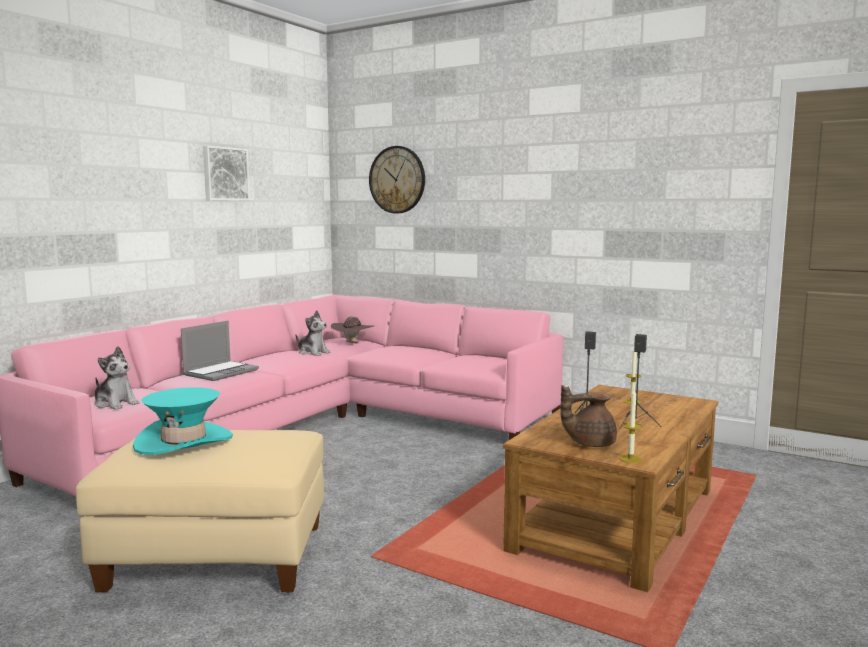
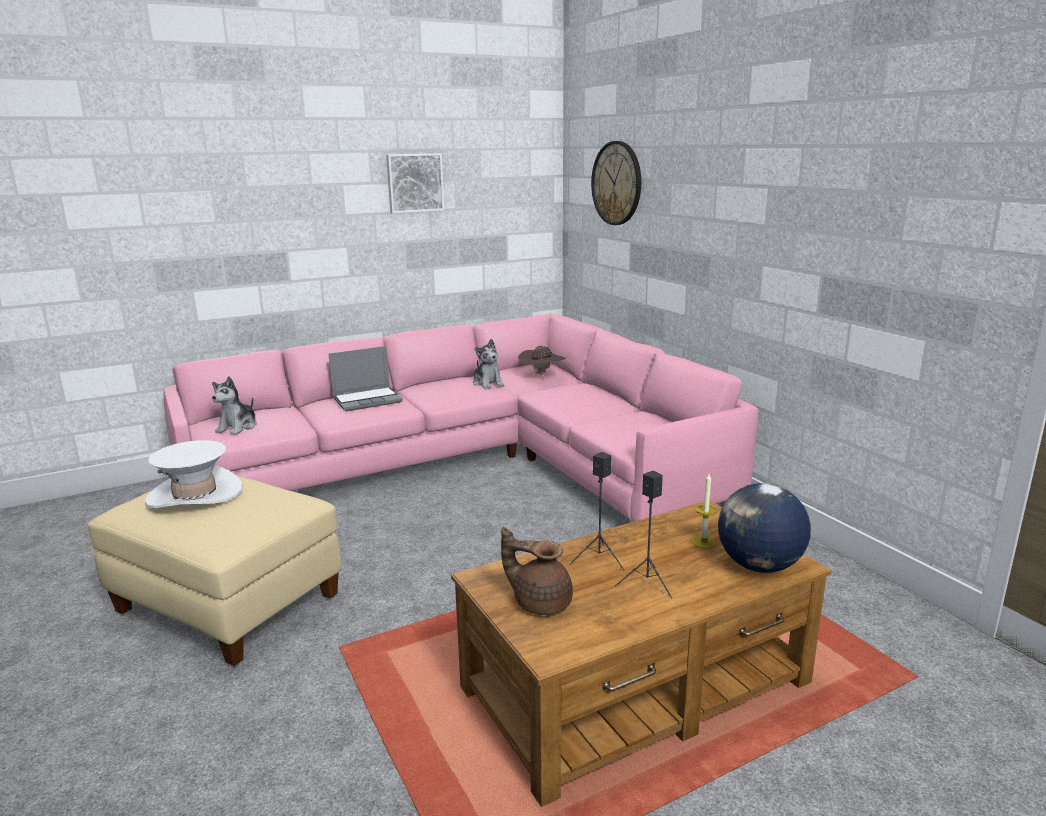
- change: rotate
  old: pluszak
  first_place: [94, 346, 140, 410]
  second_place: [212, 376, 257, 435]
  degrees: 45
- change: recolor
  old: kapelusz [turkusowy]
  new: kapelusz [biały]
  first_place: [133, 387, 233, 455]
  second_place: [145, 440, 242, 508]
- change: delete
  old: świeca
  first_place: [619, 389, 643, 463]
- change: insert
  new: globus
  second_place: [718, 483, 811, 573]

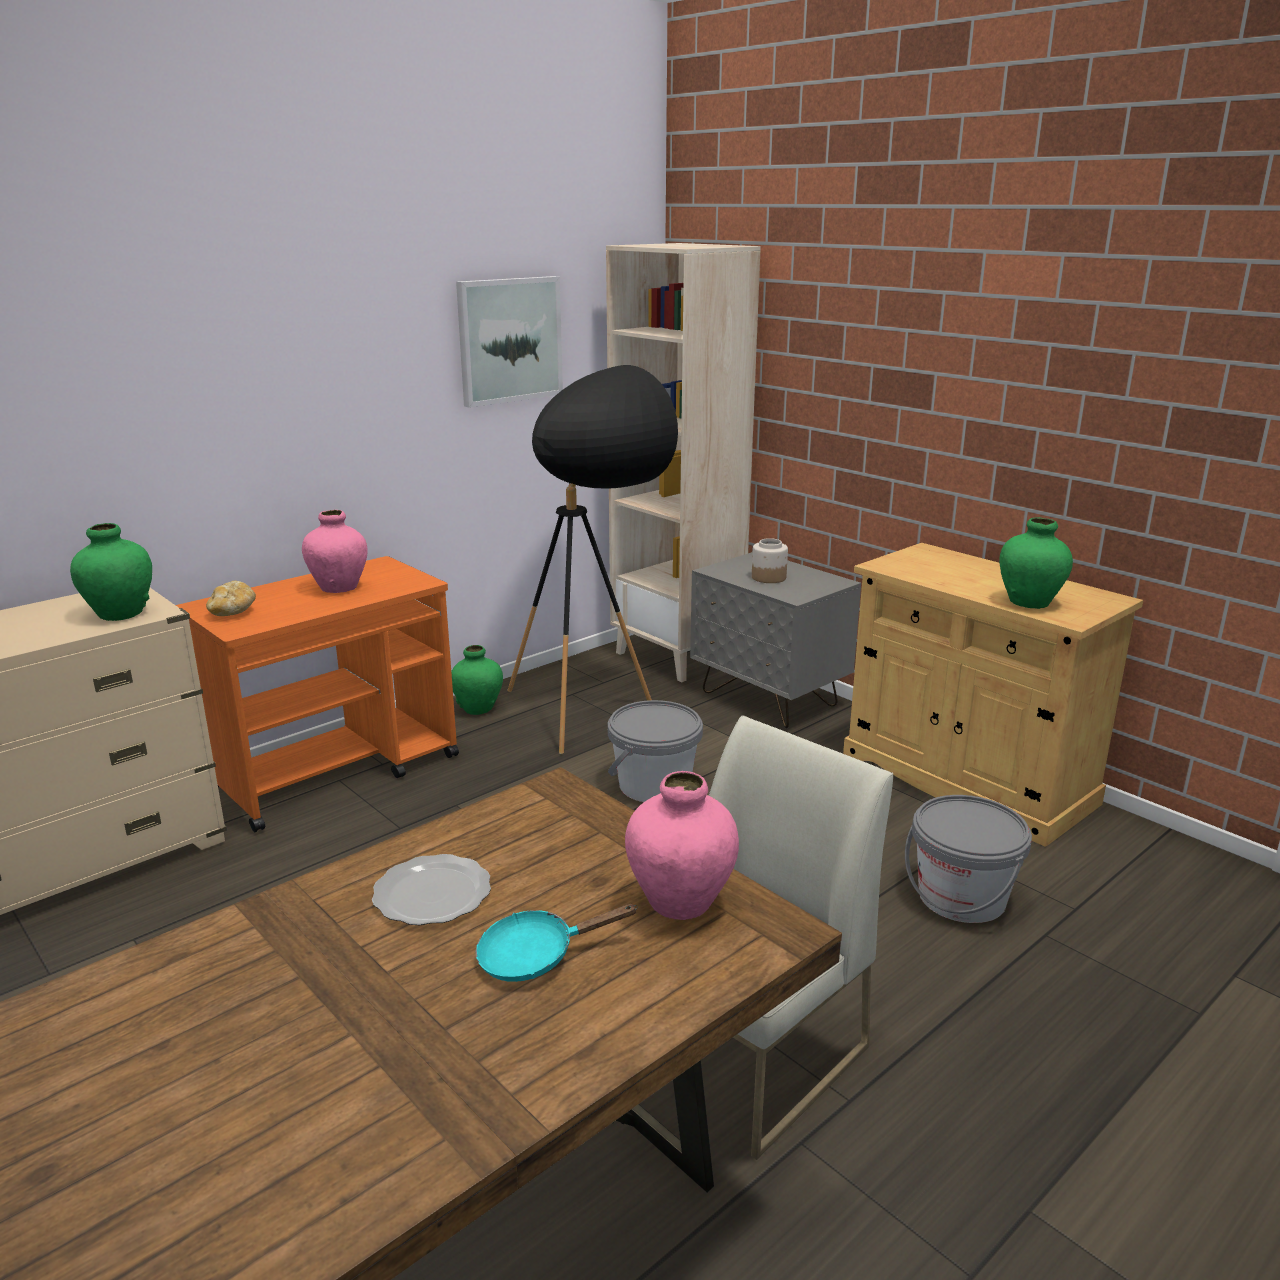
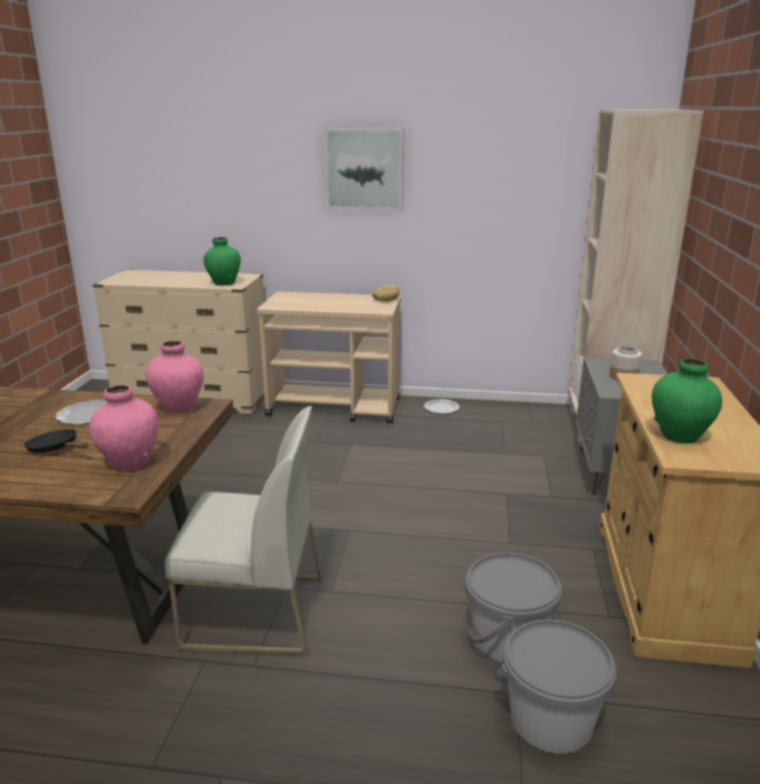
- change: recolor
  old: wózek [pomarańczowy]
  new: wózek [beżowy]
  first_place: [176, 556, 459, 832]
  second_place: [257, 291, 401, 424]
- change: move
  old: chleb
  first_place: [206, 581, 256, 616]
  second_place: [372, 285, 399, 301]
- change: move
  old: wazon [różowy]
  first_place: [302, 510, 368, 593]
  second_place: [146, 340, 204, 413]
- change: replace
  old: wazon [zielony]
  new: talerz
  first_place: [451, 645, 503, 715]
  second_place: [424, 399, 460, 414]
- change: move
  old: obraz
  first_place: [456, 276, 563, 408]
  second_place: [324, 128, 404, 211]
- change: recolor
  old: patelnia [turkusowy]
  new: patelnia [czarny]
  first_place: [475, 904, 638, 982]
  second_place: [24, 429, 88, 453]
- change: delete
  old: lampa stojąca [czarny]
  first_place: [507, 365, 678, 754]
- change: move
  old: wiadro [szary]
  first_place: [608, 700, 703, 802]
  second_place: [495, 620, 616, 753]

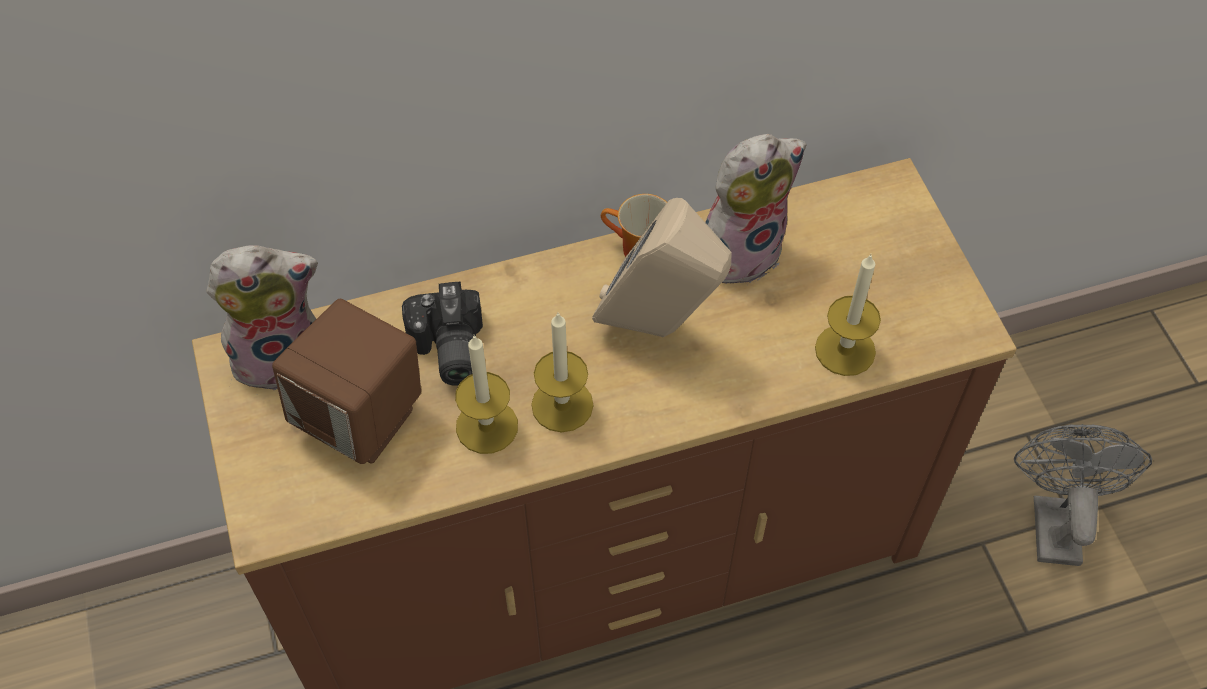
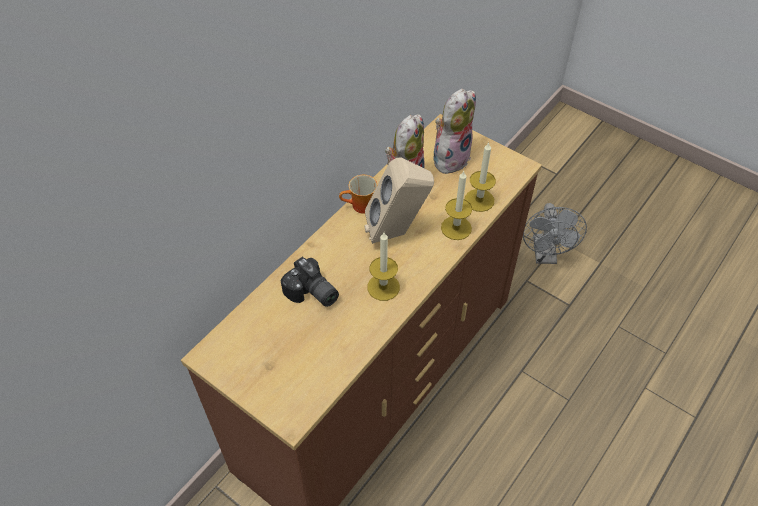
- change: move
  old: pluszak
  first_place: [206, 245, 318, 396]
  second_place: [434, 89, 476, 174]
- change: delete
  old: głośnik [brązowy]
  first_place: [272, 299, 421, 464]
- change: move
  old: świeca
  first_place: [455, 335, 518, 454]
  second_place: [441, 170, 472, 240]
- change: rotate
  old: wentylator [szary]
  first_place: [1014, 424, 1152, 566]
  second_place: [523, 203, 587, 264]
  degrees: -150

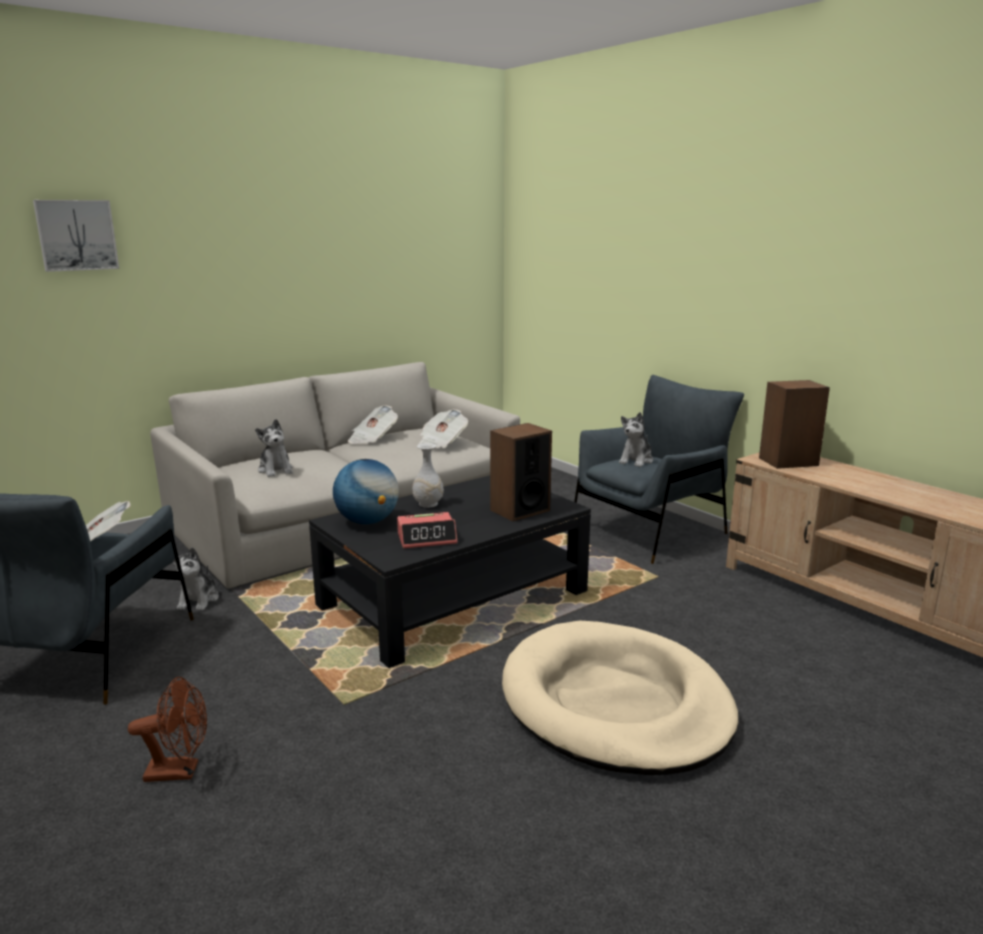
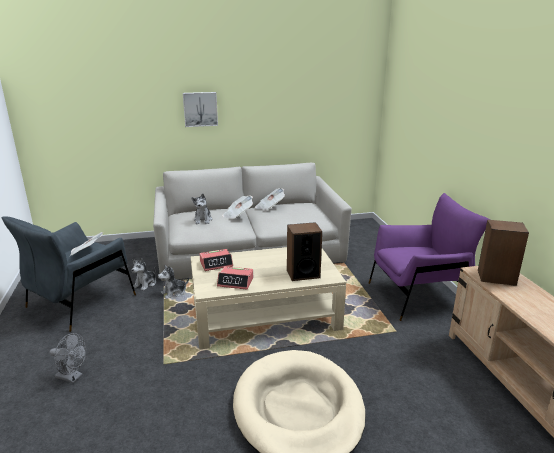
- change: move
  old: obraz
  first_place: [33, 200, 119, 272]
  second_place: [183, 92, 218, 127]
- change: recolor
  old: wentylator [brązowy]
  new: wentylator [szary]
  first_place: [128, 677, 207, 782]
  second_place: [49, 333, 86, 383]
- change: recolor
  old: ława [czarny]
  new: ława [beżowy]
  first_place: [309, 475, 591, 668]
  second_place: [191, 247, 346, 350]
- change: replace
  old: globus
  new: budzik
  first_place: [333, 459, 399, 524]
  second_place: [199, 249, 233, 271]
- change: delete
  old: wazon [biały]
  first_place: [412, 443, 444, 508]
- change: move
  old: gazeta
  first_place: [417, 409, 468, 448]
  second_place: [222, 195, 253, 219]
- change: recolor
  old: fotel [szary]
  new: fotel [fioletowy]
  first_place: [574, 375, 744, 564]
  second_place: [369, 193, 491, 321]
- change: move
  old: pluszak
  first_place: [619, 412, 653, 467]
  second_place: [158, 265, 189, 299]

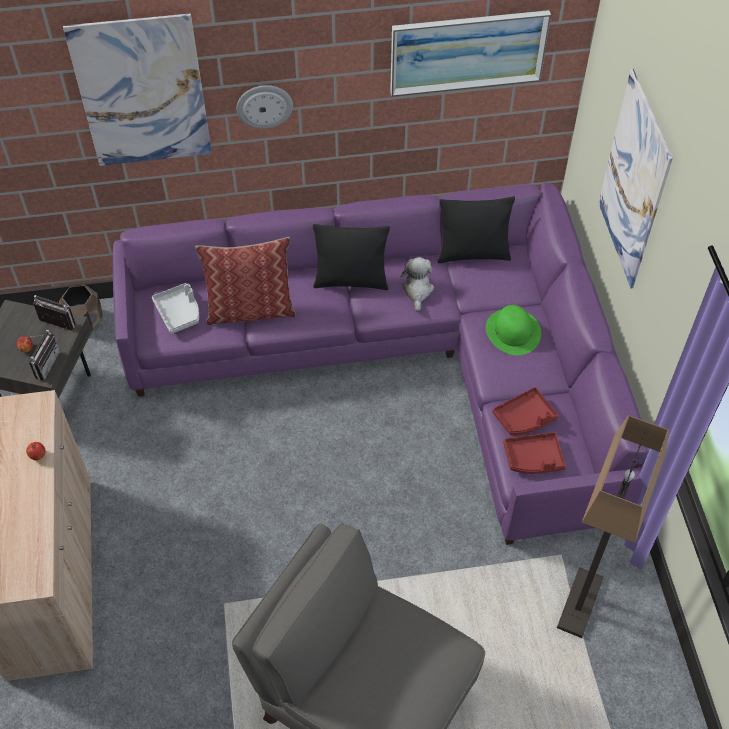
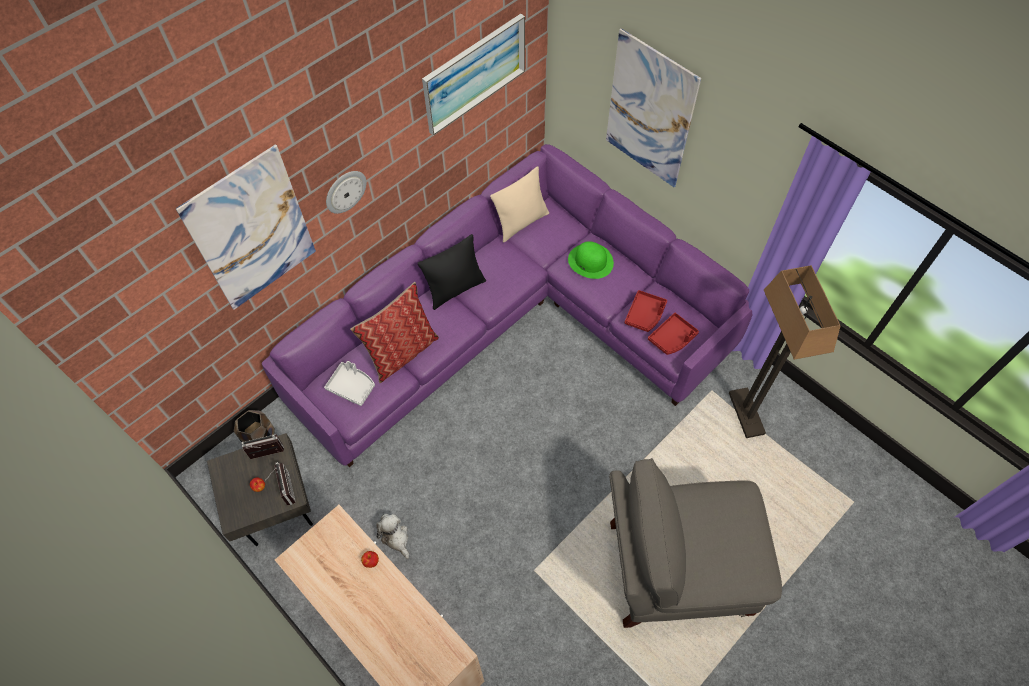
- change: move
  old: pluszak
  first_place: [400, 257, 434, 312]
  second_place: [376, 514, 409, 559]
- change: recolor
  old: poduszka [czarny]
  new: poduszka [beżowy]
  first_place: [438, 197, 515, 263]
  second_place: [490, 166, 549, 243]

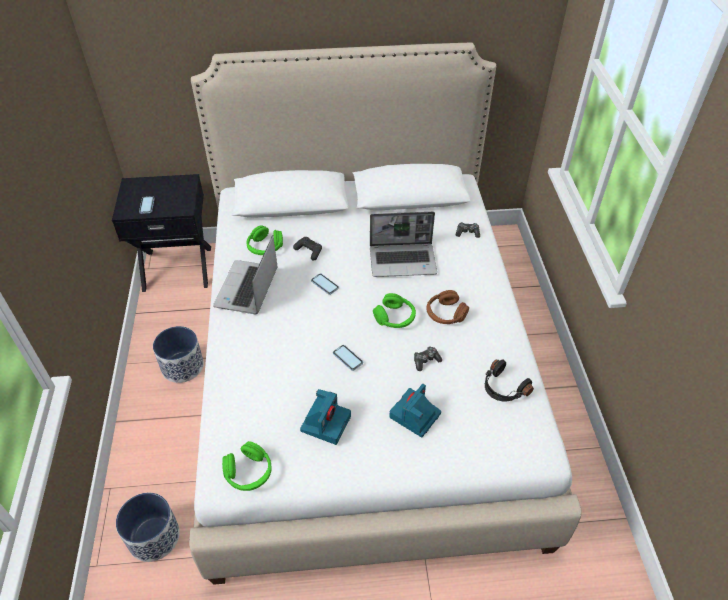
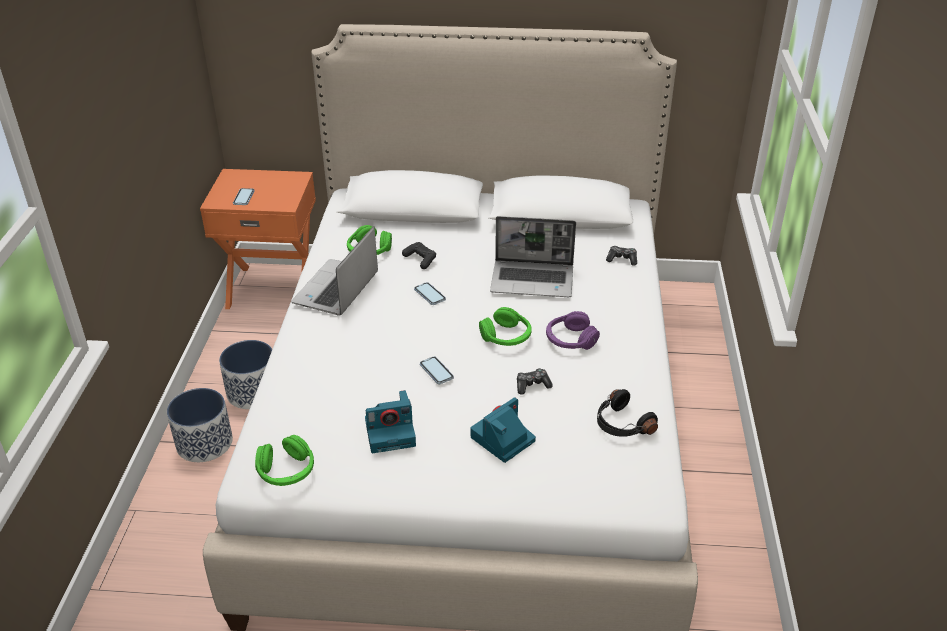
- change: recolor
  old: szafka nocna [czarny]
  new: szafka nocna [pomarańczowy]
  first_place: [112, 174, 211, 292]
  second_place: [200, 169, 316, 309]
- change: move
  old: donica
  first_place: [116, 493, 180, 562]
  second_place: [167, 388, 233, 462]
- change: rotate
  old: aparat fotograficzny
  first_place: [300, 389, 351, 445]
  second_place: [365, 390, 416, 453]
  degrees: 45
- change: recolor
  old: słuchawki [brązowy]
  new: słuchawki [fioletowy]
  first_place: [426, 290, 469, 324]
  second_place: [546, 311, 600, 350]

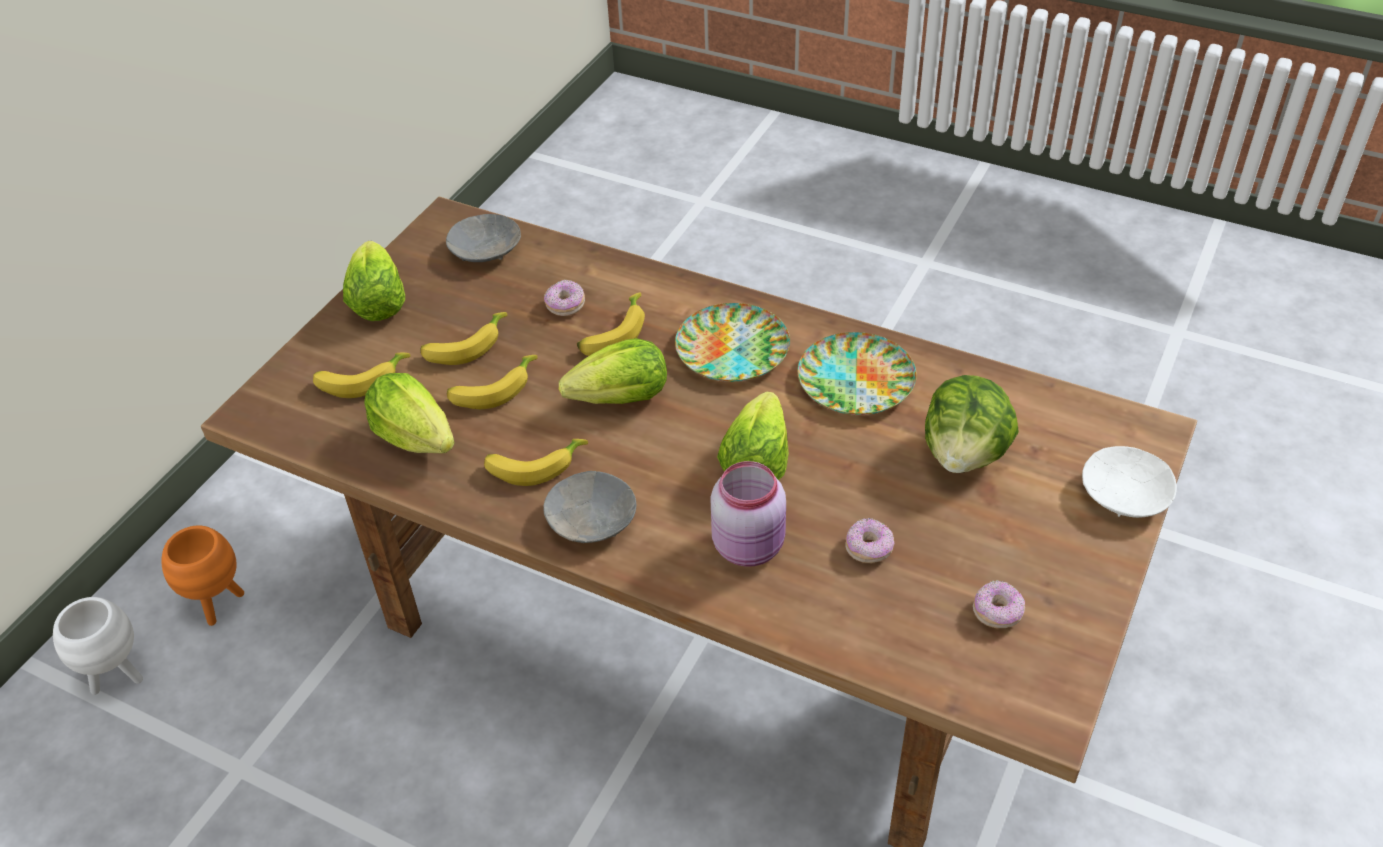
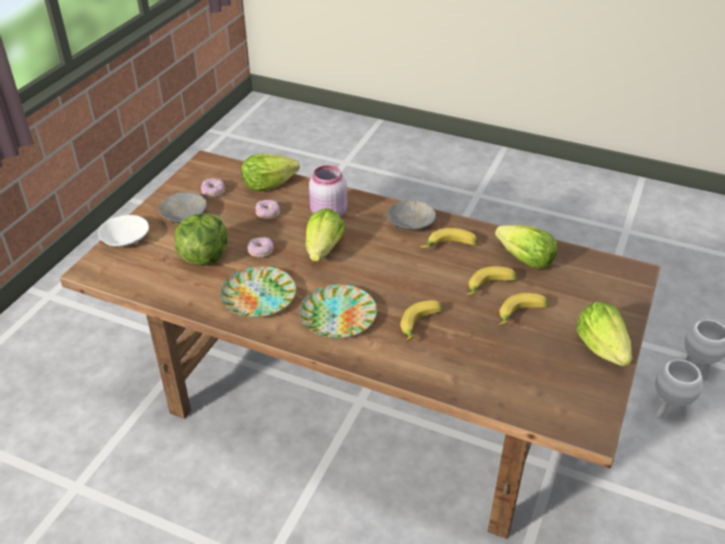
- change: recolor
  old: donica [pomarańczowy]
  new: donica [biały]
  first_place: [162, 526, 244, 626]
  second_place: [655, 359, 703, 419]
- change: delete
  old: banan
  first_place: [313, 353, 411, 398]
- change: move
  old: miska [szary]
  first_place: [446, 214, 521, 262]
  second_place: [159, 192, 207, 223]
- change: move
  old: donut
  first_place: [544, 280, 585, 316]
  second_place: [247, 237, 274, 257]
- change: move
  old: sałata
  first_place: [559, 338, 667, 404]
  second_place: [241, 153, 300, 192]

